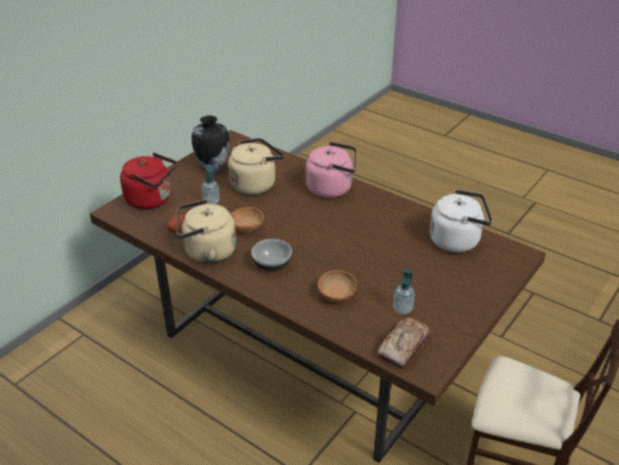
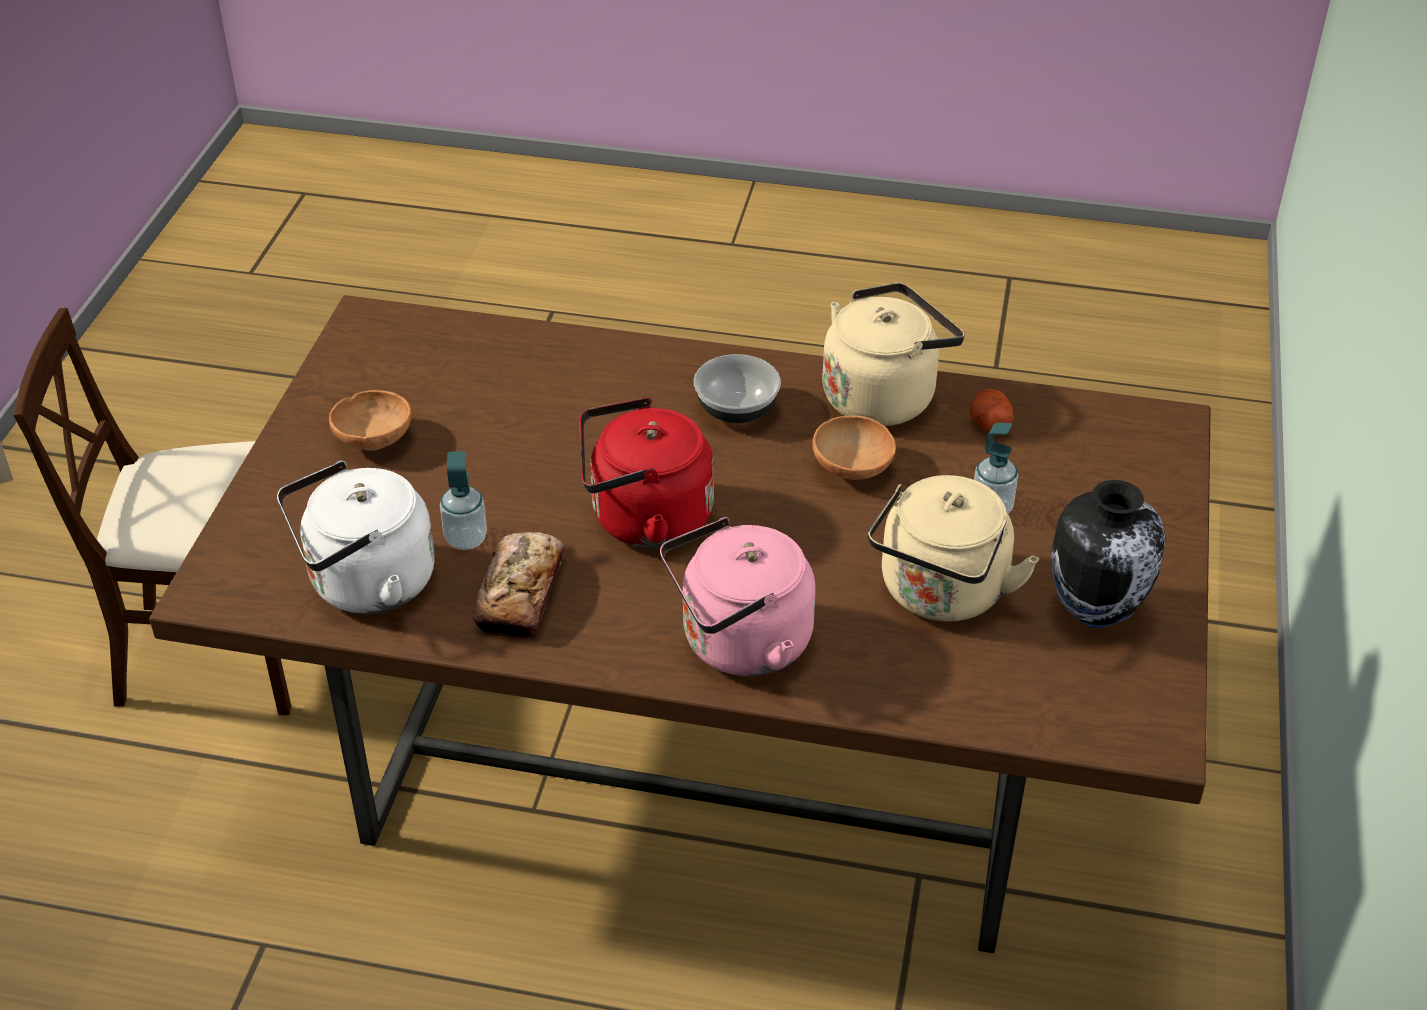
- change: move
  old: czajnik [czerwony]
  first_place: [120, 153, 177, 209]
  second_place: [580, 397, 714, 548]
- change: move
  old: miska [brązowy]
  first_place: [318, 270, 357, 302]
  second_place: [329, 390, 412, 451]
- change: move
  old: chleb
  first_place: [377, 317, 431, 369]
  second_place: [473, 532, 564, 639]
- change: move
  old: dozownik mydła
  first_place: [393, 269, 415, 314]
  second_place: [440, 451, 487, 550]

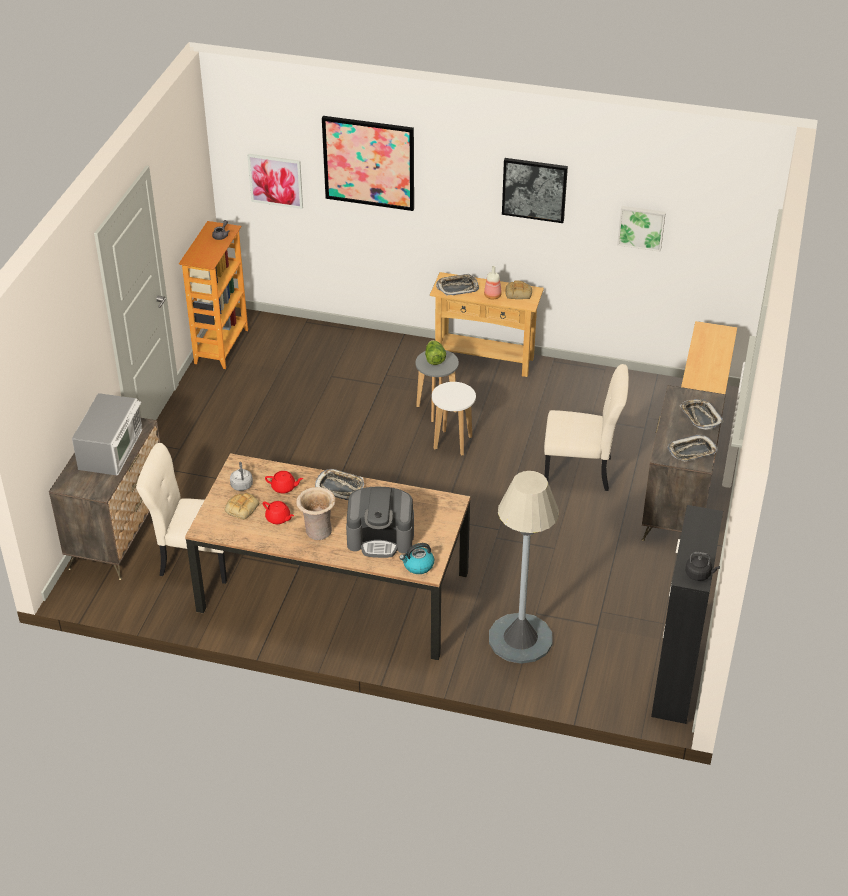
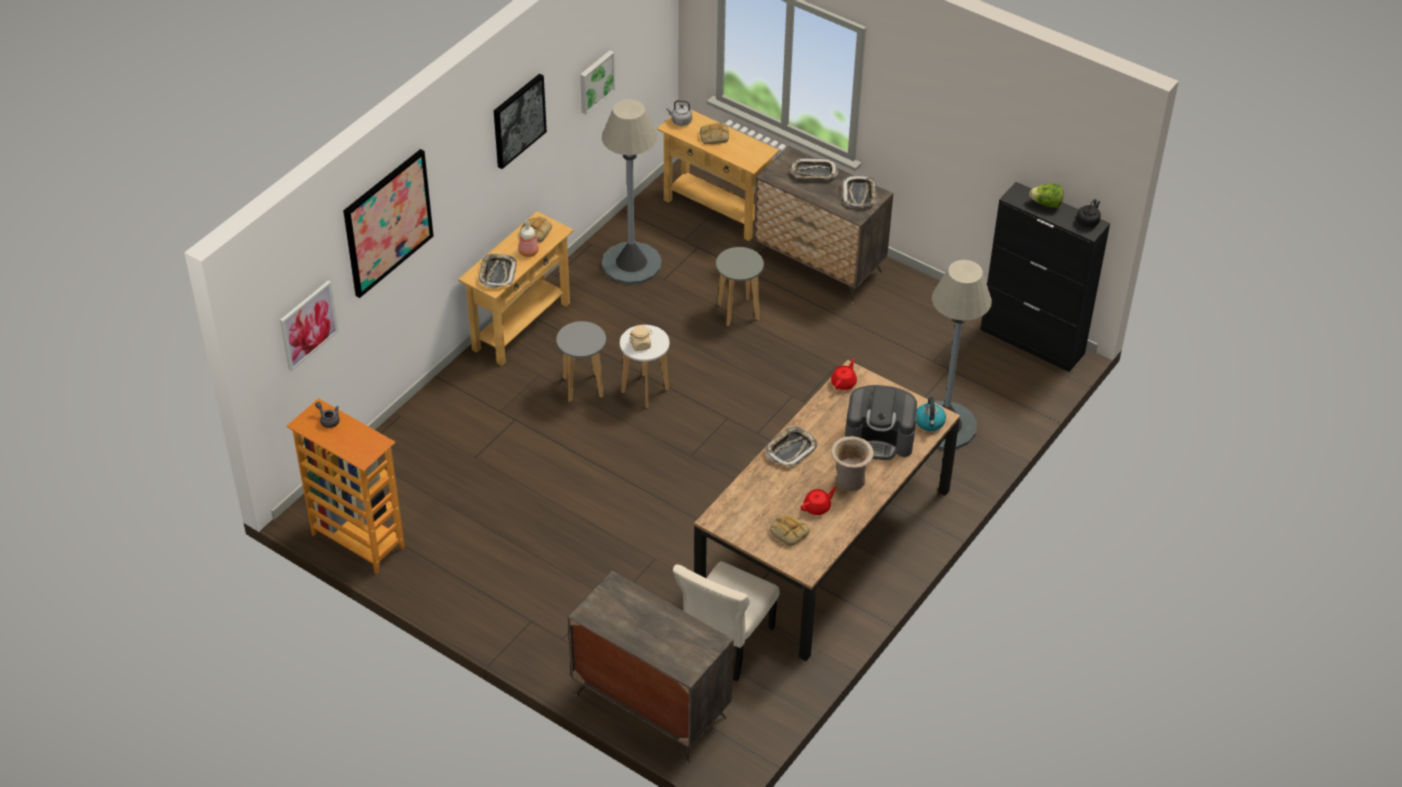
- change: delete
  old: mikrofalówka
  first_place: [72, 393, 142, 475]
- change: move
  old: czajnik [szary]
  first_place: [230, 462, 253, 491]
  second_place: [666, 100, 692, 126]
- change: move
  old: imbryk [czerwony]
  first_place: [265, 471, 303, 494]
  second_place: [831, 358, 857, 390]
- change: rotate
  old: ekspres do kawy
  first_place: [346, 487, 414, 558]
  second_place: [845, 385, 917, 460]
  degrees: 75
- change: move
  old: sałata
  first_place: [425, 340, 446, 365]
  second_place: [1029, 184, 1063, 208]
- change: replace
  old: krzesło [beżowy]
  new: stołek [szary]
  first_place: [544, 364, 629, 491]
  second_place: [716, 247, 764, 326]
- change: insert
  new: lampa stojąca [szary]
  second_place: [602, 99, 661, 284]
- change: insert
  new: słoik [beżowy]
  second_place: [629, 325, 653, 351]
- change: insert
  new: chleb
  second_place: [700, 123, 729, 144]

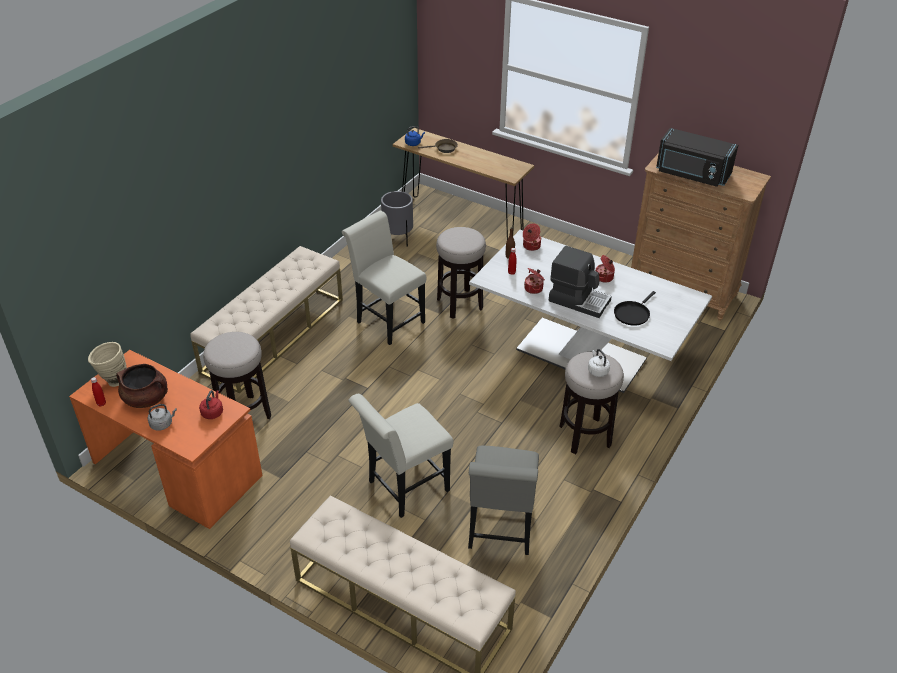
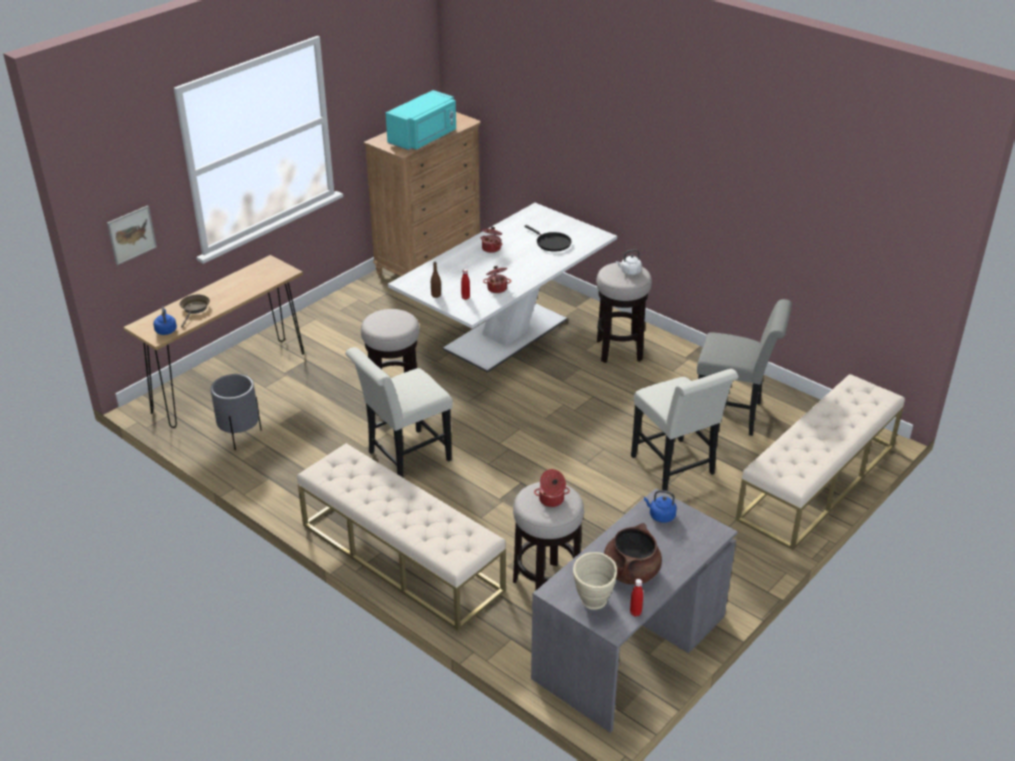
- change: recolor
  old: biurko [pomarańczowy]
  new: biurko [szary]
  first_place: [69, 350, 263, 529]
  second_place: [531, 488, 738, 733]
- change: delete
  old: czajnik [szary]
  first_place: [148, 404, 177, 431]
- change: recolor
  old: czajnik [czerwony]
  new: czajnik [niebieski]
  first_place: [199, 390, 223, 419]
  second_place: [644, 490, 677, 523]
- change: move
  old: garnek
  first_place: [523, 223, 541, 251]
  second_place: [534, 469, 570, 507]
- change: delete
  old: ekspres do kawy
  first_place: [549, 246, 612, 318]
- change: recolor
  old: mikrofalówka [czarny]
  new: mikrofalówka [turkusowy]
  first_place: [656, 128, 738, 187]
  second_place: [386, 90, 456, 150]
- change: insert
  new: obraz
  second_place: [107, 205, 157, 265]

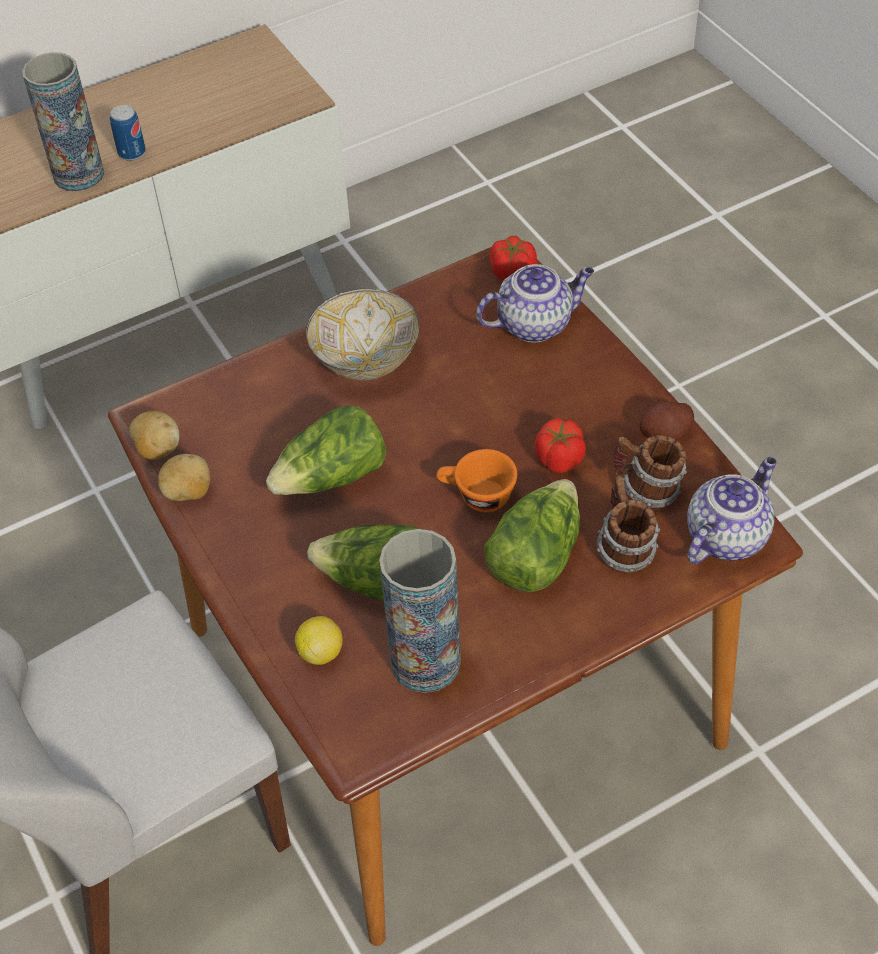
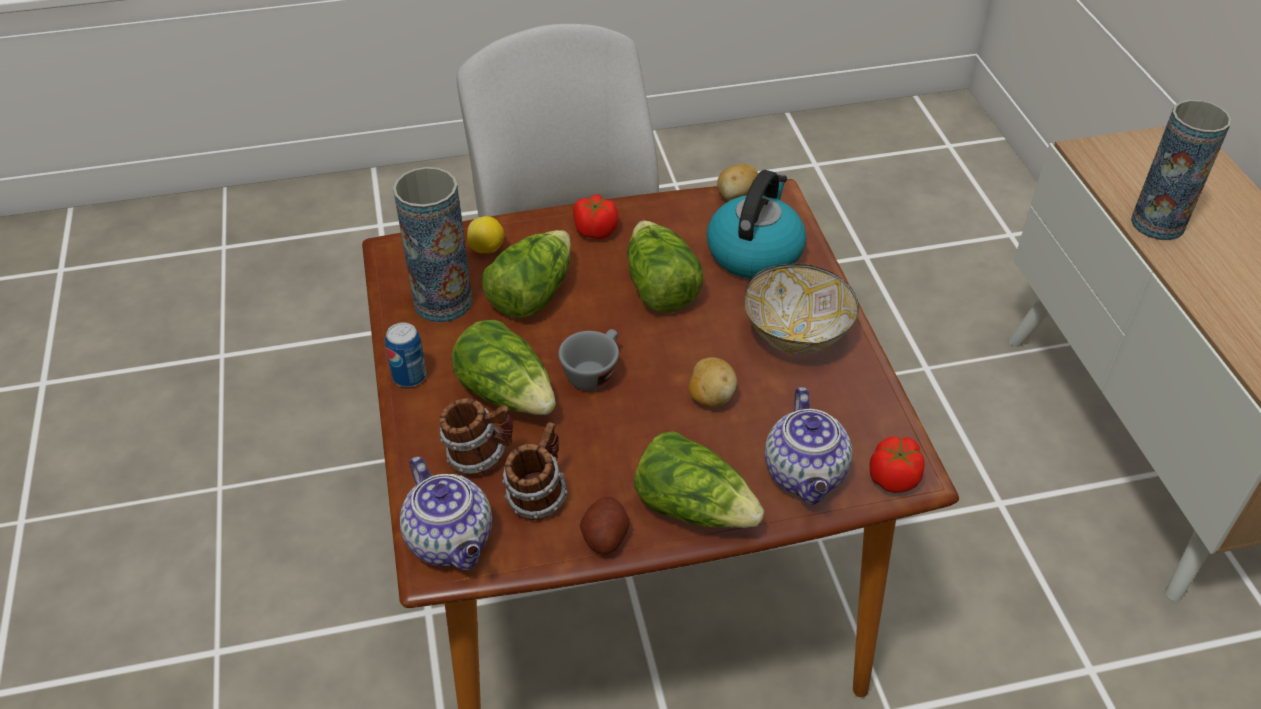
- change: move
  old: puszka
  first_place: [110, 105, 146, 161]
  second_place: [385, 322, 427, 387]
- change: move
  old: ziemniak
  first_place: [158, 454, 210, 501]
  second_place: [689, 357, 737, 407]
- change: recolor
  old: filiżanka [pomarańczowy]
  new: filiżanka [szary]
  first_place: [436, 449, 517, 512]
  second_place: [558, 329, 619, 391]
- change: move
  old: pomidor
  first_place: [535, 418, 586, 473]
  second_place: [573, 195, 618, 239]
- change: insert
  new: sałata
  second_place: [634, 432, 764, 528]
- change: insert
  new: czajnik
  second_place: [707, 170, 806, 279]

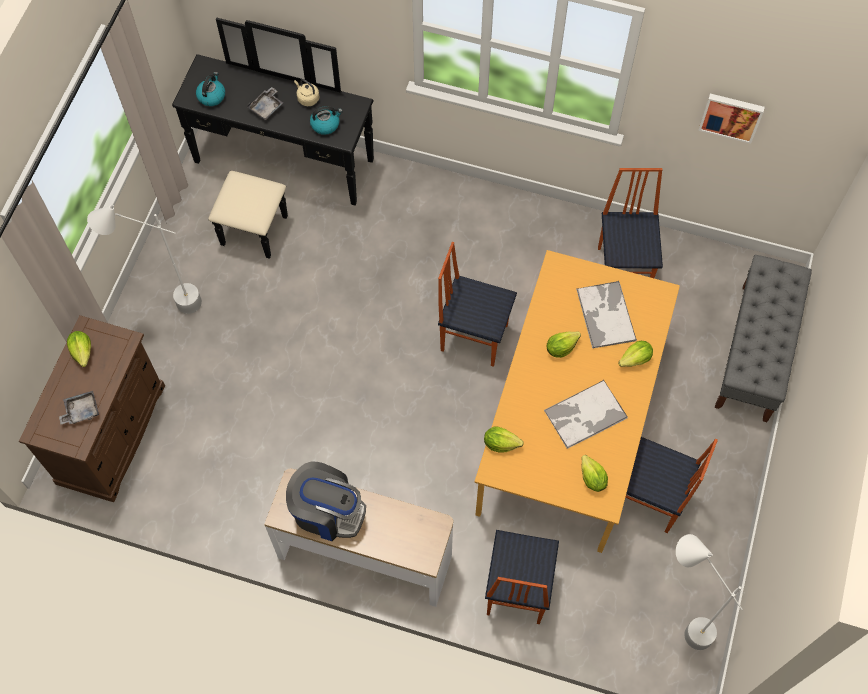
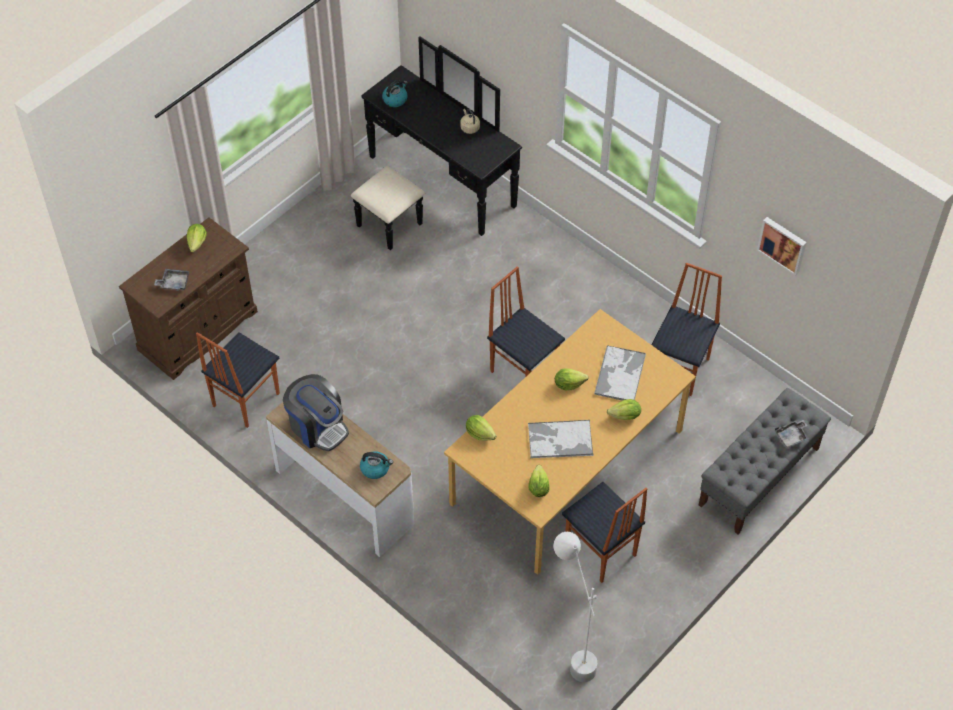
- change: delete
  old: lampa stojąca [biały]
  first_place: [87, 205, 202, 314]
- change: move
  old: taca [szary]
  first_place: [247, 87, 283, 120]
  second_place: [775, 420, 809, 448]
- change: move
  old: czajnik
  first_place: [310, 106, 343, 135]
  second_place: [360, 451, 393, 479]
- change: move
  old: krzesło
  first_place: [485, 530, 559, 624]
  second_place: [196, 332, 280, 428]

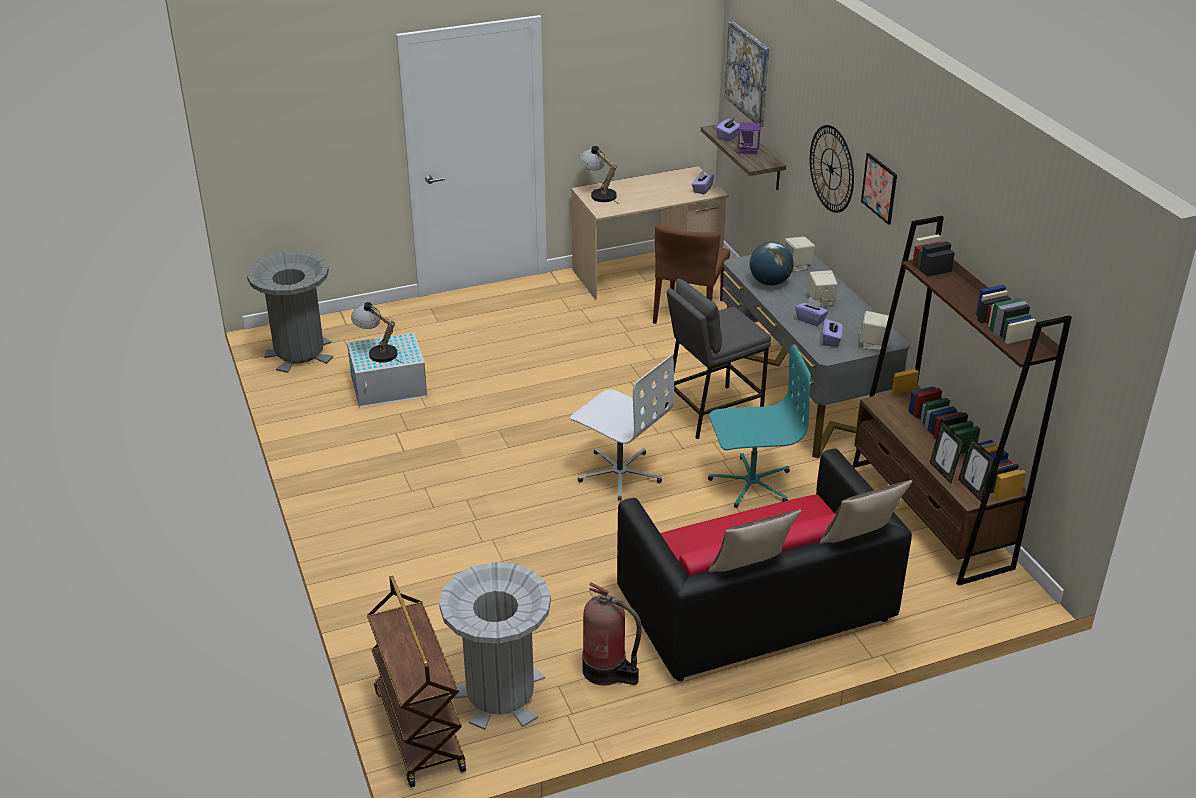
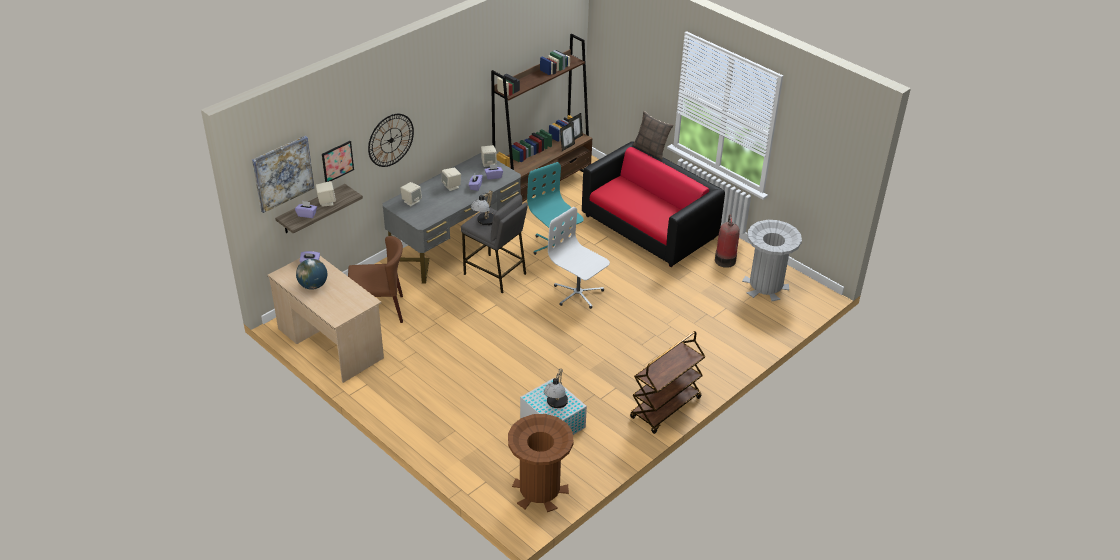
- change: recolor
  old: kosz na śmieci [szary]
  new: kosz na śmieci [brązowy]
  first_place: [247, 252, 333, 373]
  second_place: [508, 414, 574, 512]
- change: move
  old: wózek [brązowy]
  first_place: [367, 576, 466, 787]
  second_place: [630, 331, 705, 434]
- change: rotate
  old: krzesło biurowe [biały]
  first_place: [570, 355, 674, 501]
  second_place: [548, 207, 610, 309]
  degrees: -60
- change: move
  old: lampa stołowa
  first_place: [579, 146, 619, 204]
  second_place: [470, 190, 494, 225]
- change: delete
  old: poduszka
  first_place: [708, 509, 801, 572]
- change: recolor
  old: głośnik [fioletowy]
  new: głośnik [beżowy]
  first_place: [738, 122, 761, 154]
  second_place: [316, 181, 336, 207]
- change: move
  old: globus
  first_place: [750, 242, 794, 286]
  second_place: [296, 259, 327, 290]
- change: move
  old: obraz
  first_place: [861, 153, 897, 225]
  second_place: [322, 141, 354, 182]

